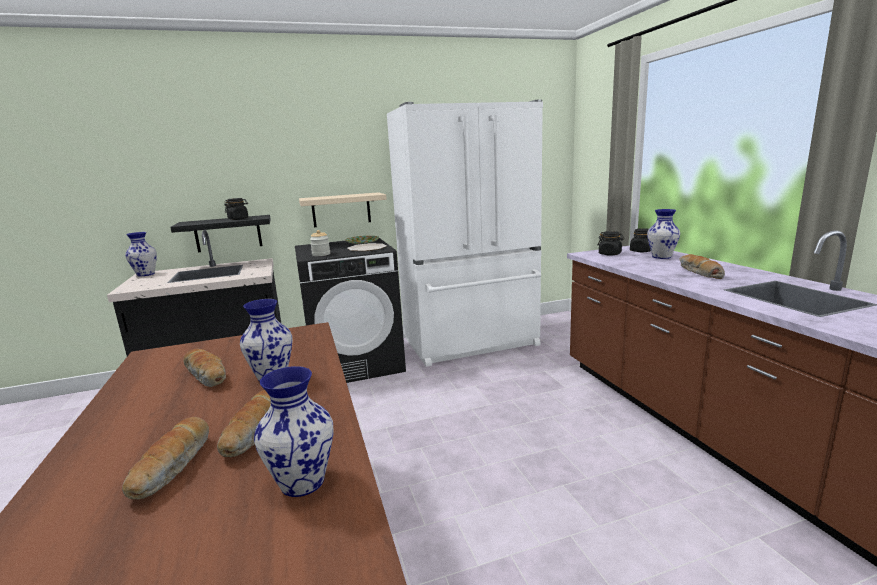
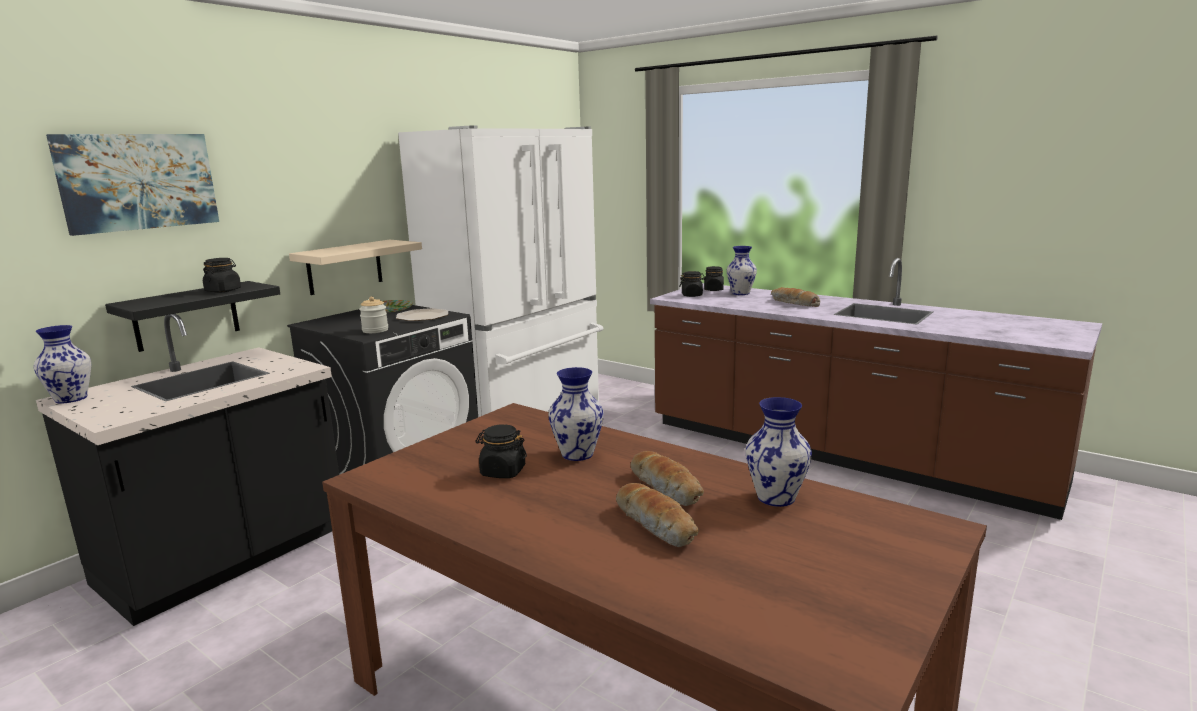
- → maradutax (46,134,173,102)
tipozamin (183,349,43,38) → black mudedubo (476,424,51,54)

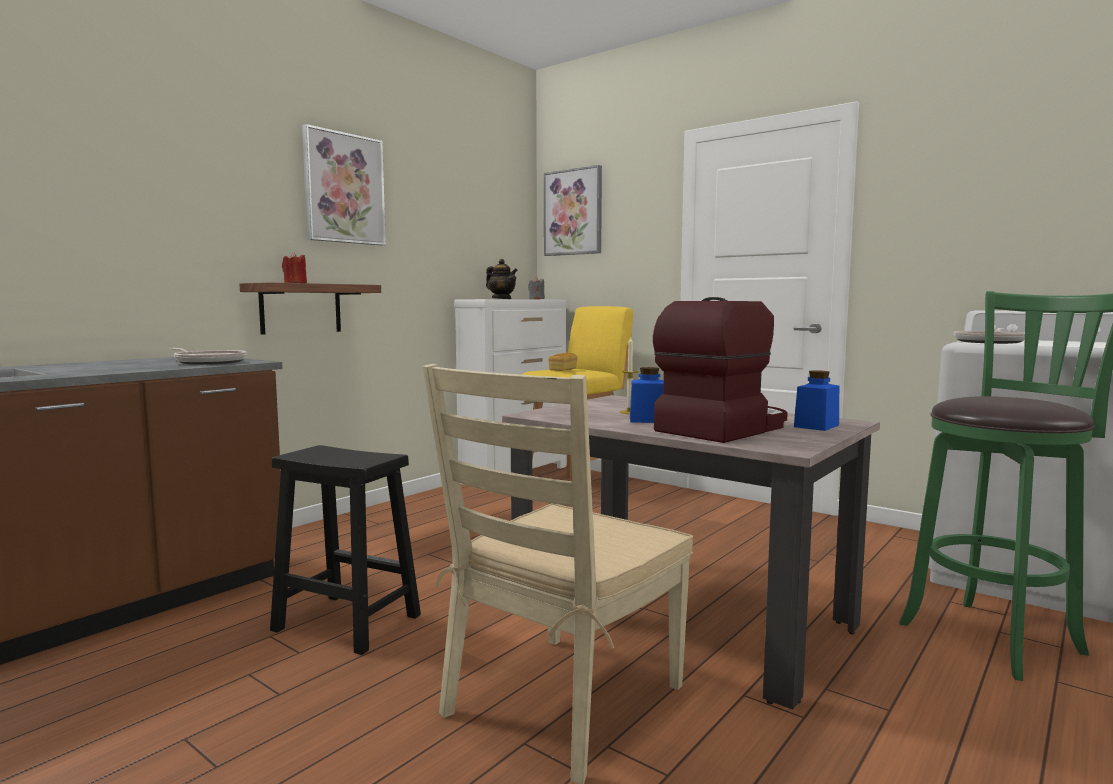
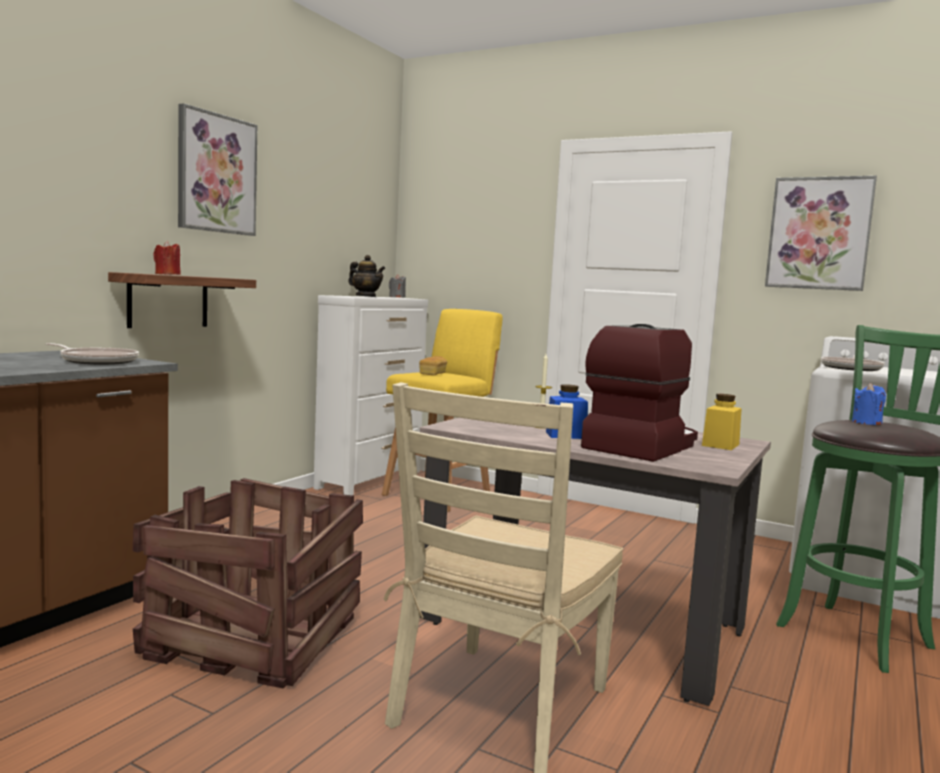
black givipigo (270,445,151,210) → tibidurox (132,478,231,210)
blue mudedubo (794,370,45,61) → yellow mudedubo (702,394,40,56)
maradutax (544,165,58,91) → maradutax (765,176,112,115), relocated
- → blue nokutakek (852,383,34,42)

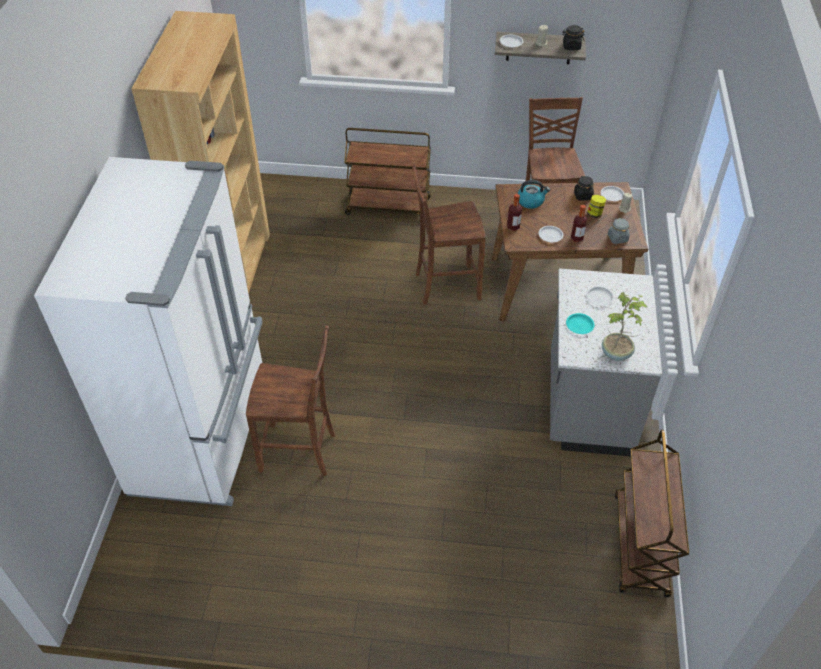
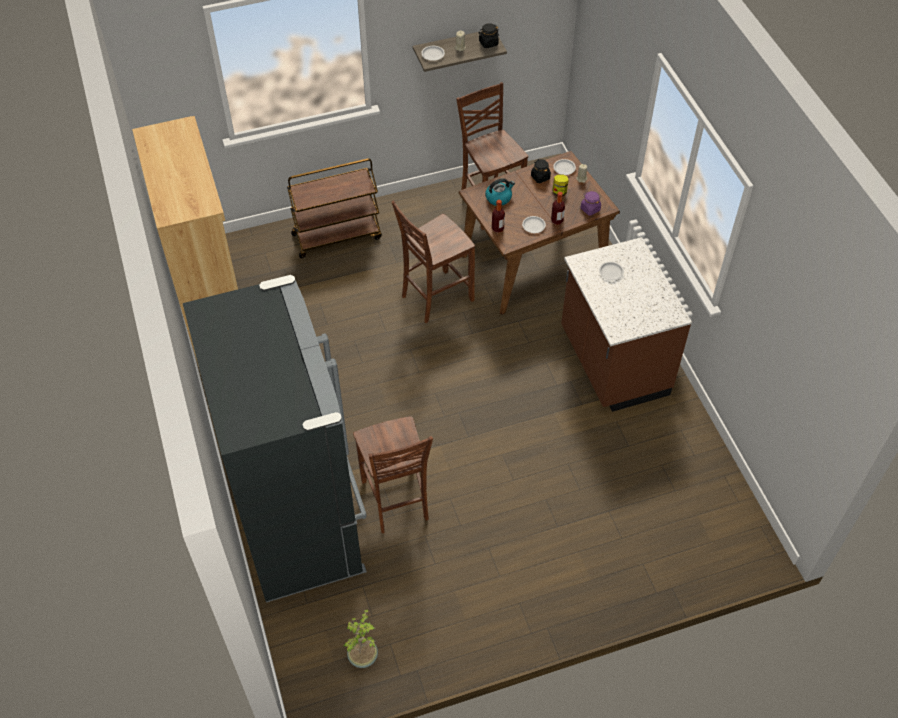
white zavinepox (34,157,229,349) → black zavinepox (183,275,184,328)
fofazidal (602,292,45,69) → fofazidal (344,609,34,59), relocated
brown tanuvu (246,326,89,150) → brown tanuvu (353,416,80,117), 90 degrees clockwise
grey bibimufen (550,268,112,188) → brown bibimufen (561,237,131,175)
grey mudedubo (608,218,22,26) → purple mudedubo (581,191,20,25)
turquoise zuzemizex (566,313,29,21) → -
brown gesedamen (615,430,74,167) → -

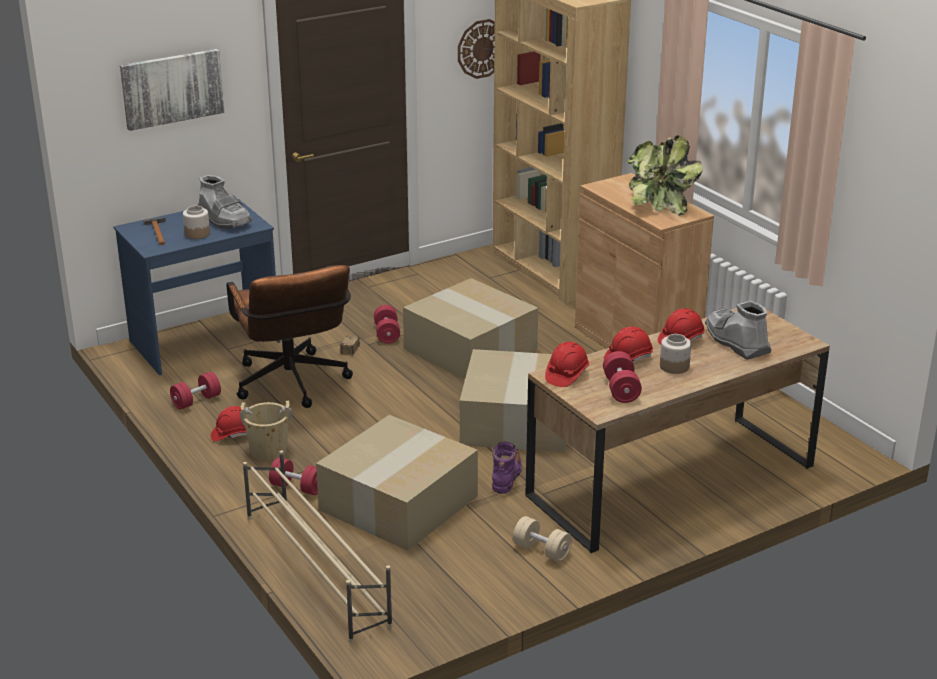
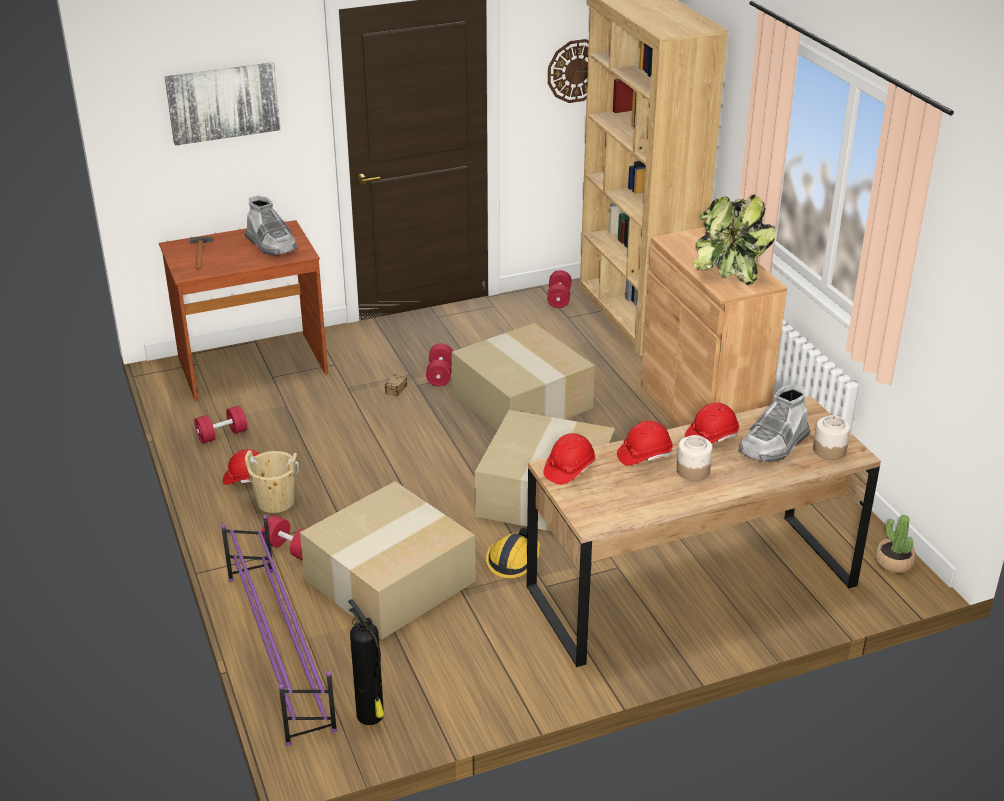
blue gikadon (113,199,167,176) → brown gikadon (159,220,169,181)
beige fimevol (243,450,150,193) → purple fimevol (221,515,116,231)
- → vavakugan (348,599,37,126)
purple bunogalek (492,442,30,52) → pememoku (486,528,54,50)
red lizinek (603,351,39,52) → red lizinek (547,270,25,38), relocated
grey bunogalek (705,301,66,59) → grey bunogalek (738,384,72,79), 120 degrees counterclockwise
mudedubo (183,206,27,33) → mudedubo (813,415,37,45), relocated
- → fofazidal (875,515,41,58)
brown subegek (226,265,127,143) → -
beige lizinek (513,516,59,46) → -

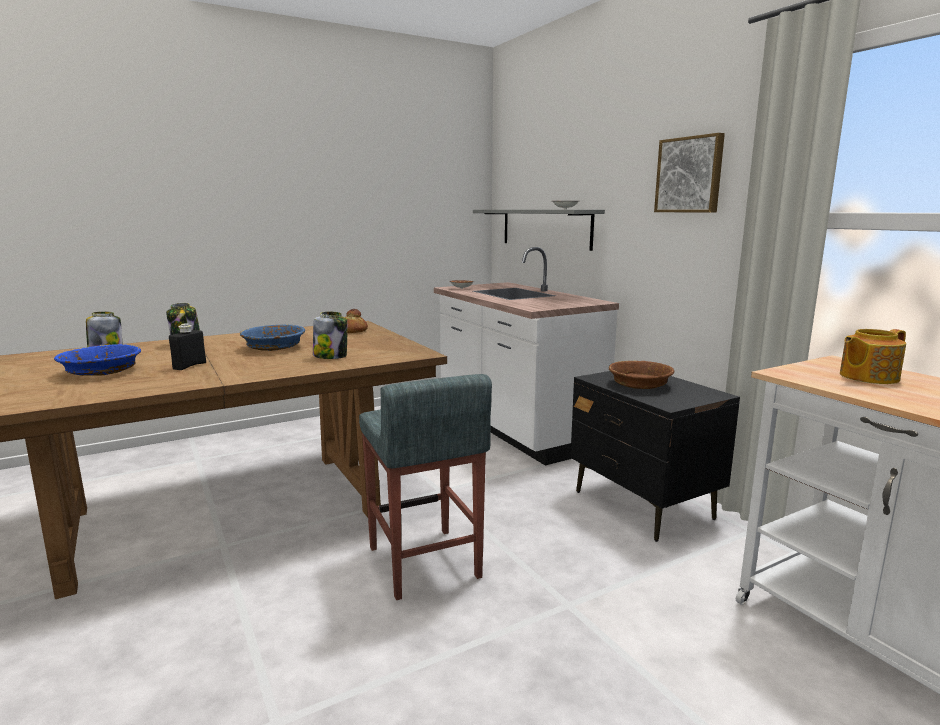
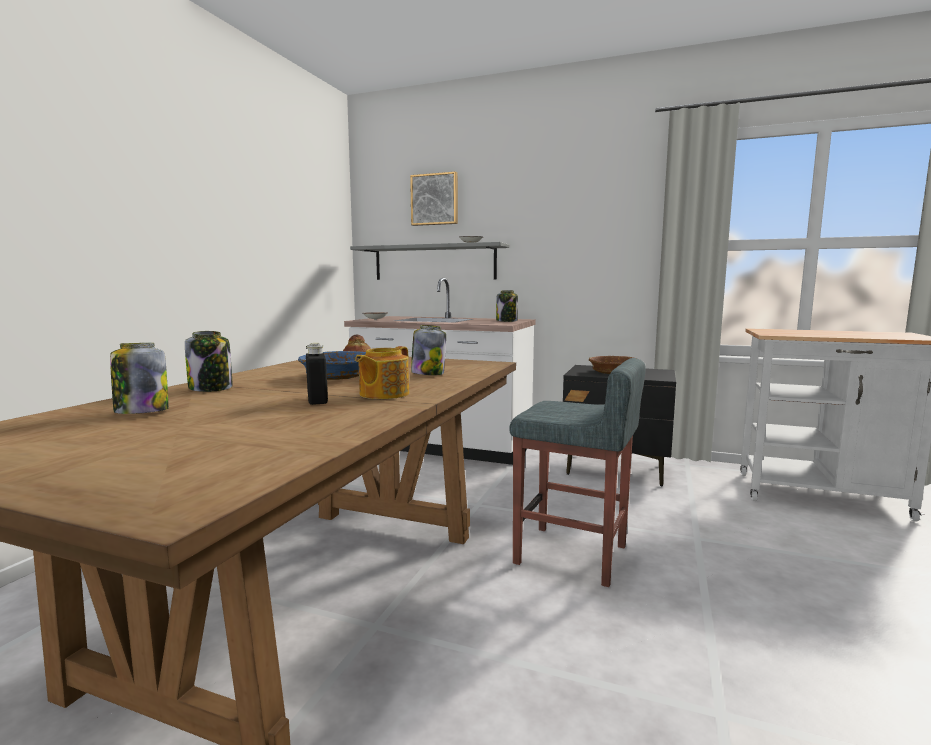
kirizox (840,329,66,55) → kirizox (355,346,54,53), relocated
maradutax (654,133,71,80) → maradutax (410,172,48,54), relocated
- → mudedubo (496,290,22,32)
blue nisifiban (54,344,87,32) → -

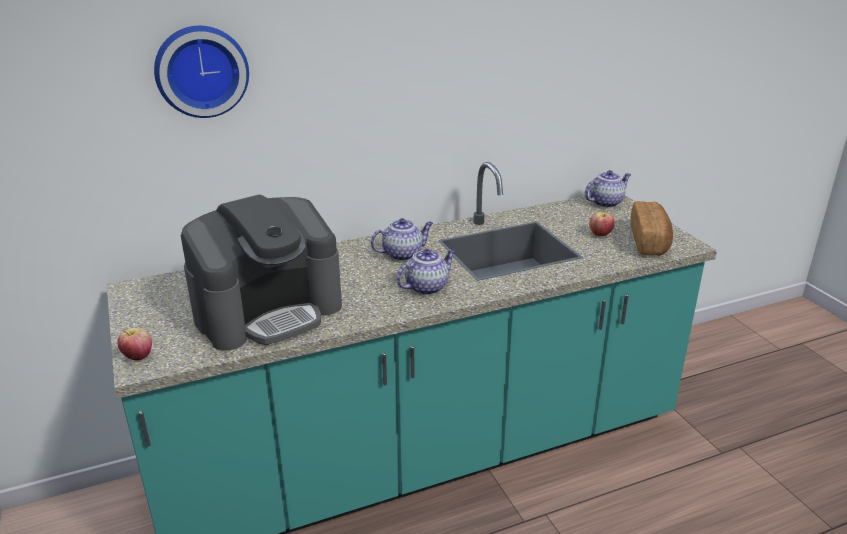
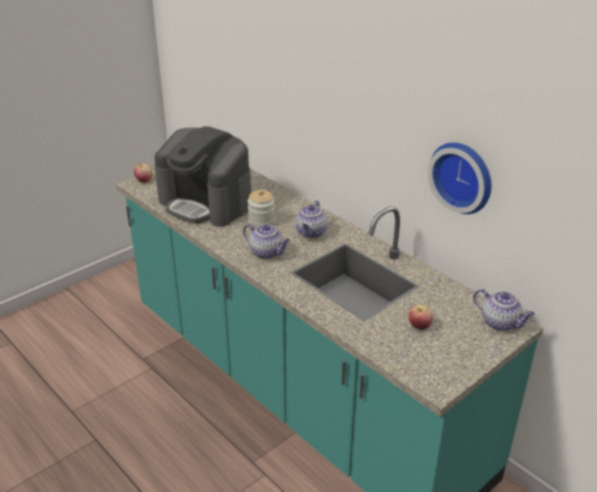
- → mudedubo (247,189,28,39)
kirizox (371,218,62,43) → kirizox (295,200,33,38), 60 degrees clockwise
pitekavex (154,26,95,92) → pitekavex (428,143,63,71), relocated
tipozamin (630,201,43,55) → -

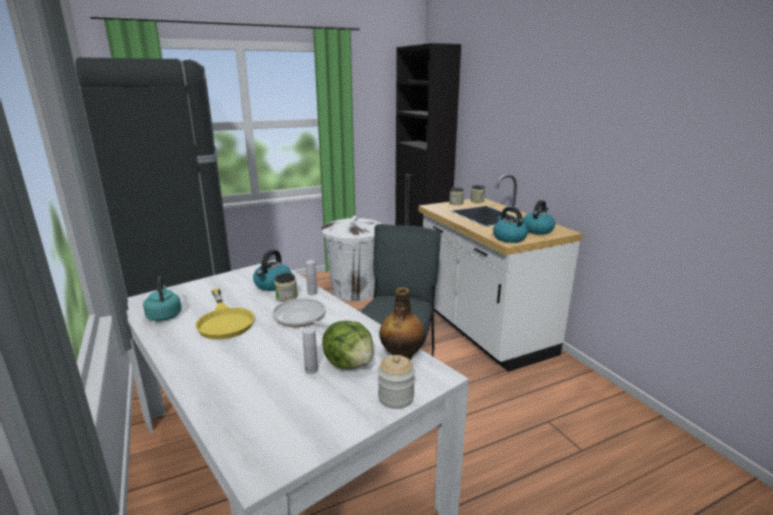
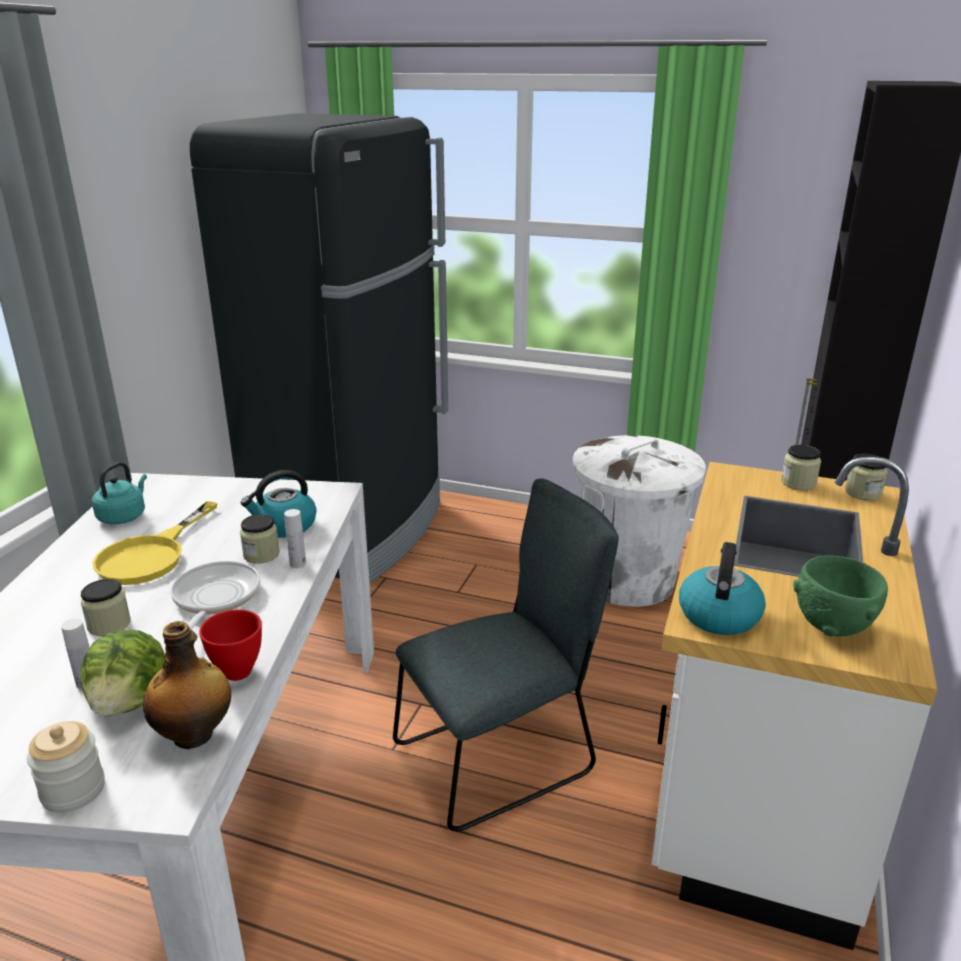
- → mudedubo (81,579,50,57)
- → red nisifiban (199,609,63,72)
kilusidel (523,200,32,34) → green nisifiban (793,555,95,82)

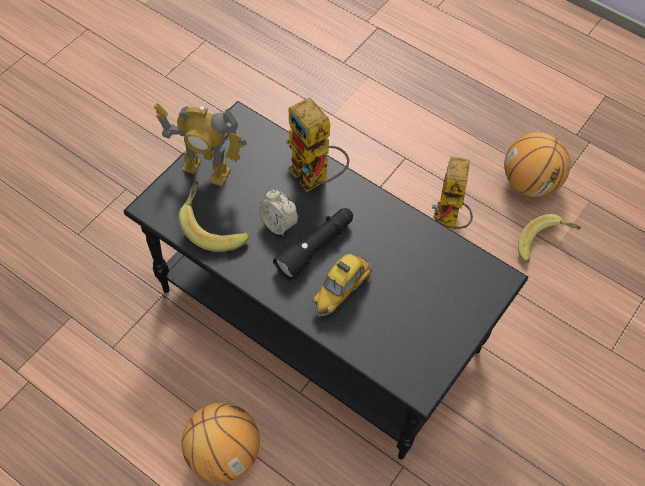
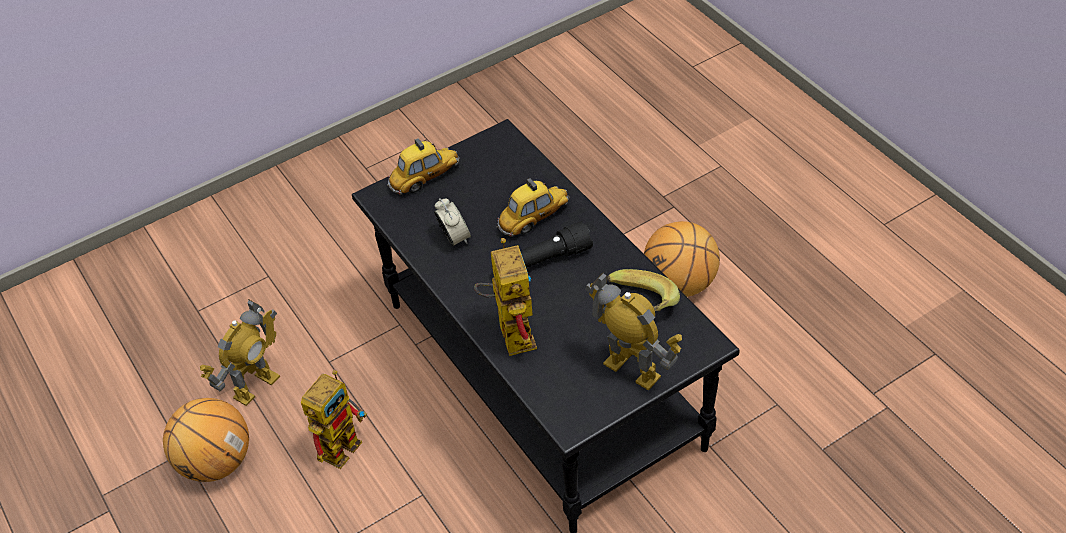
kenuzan (518,214,63,49) → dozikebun (200,299,80,107)
- → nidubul (387,134,73,60)
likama (258,189,40,47) → likama (434,198,37,48), relocated

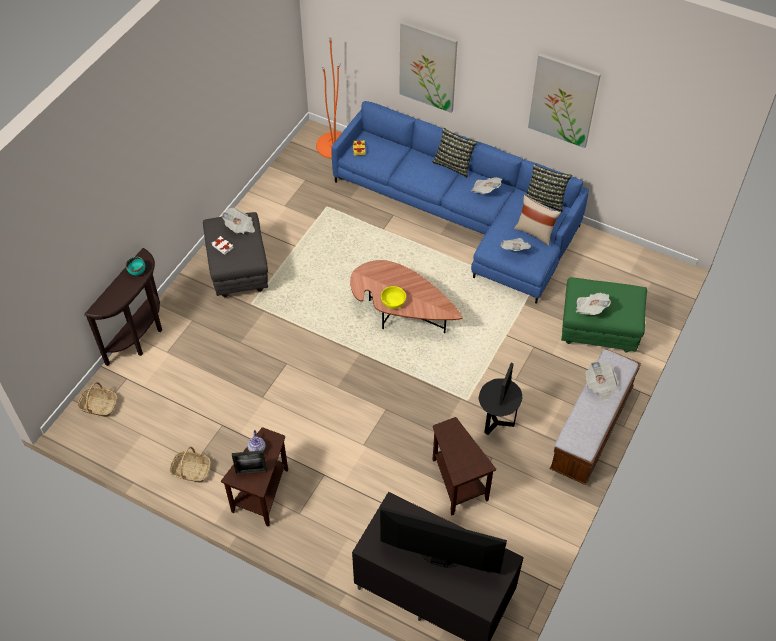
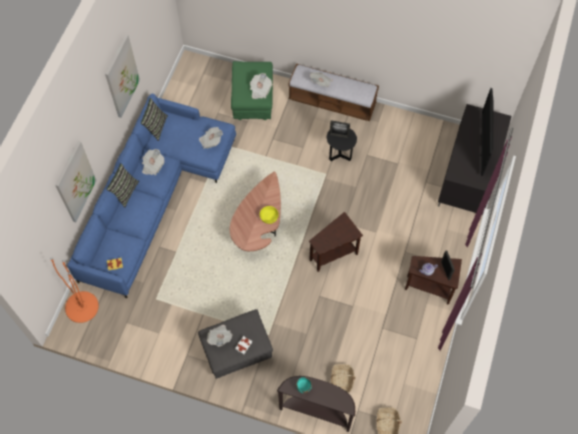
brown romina (433,417,63,98) → brown romina (309,212,54,60), relocated
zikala (169,447,42,36) → zikala (331,364,25,29), relocated
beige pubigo (514,195,47,51) → -

